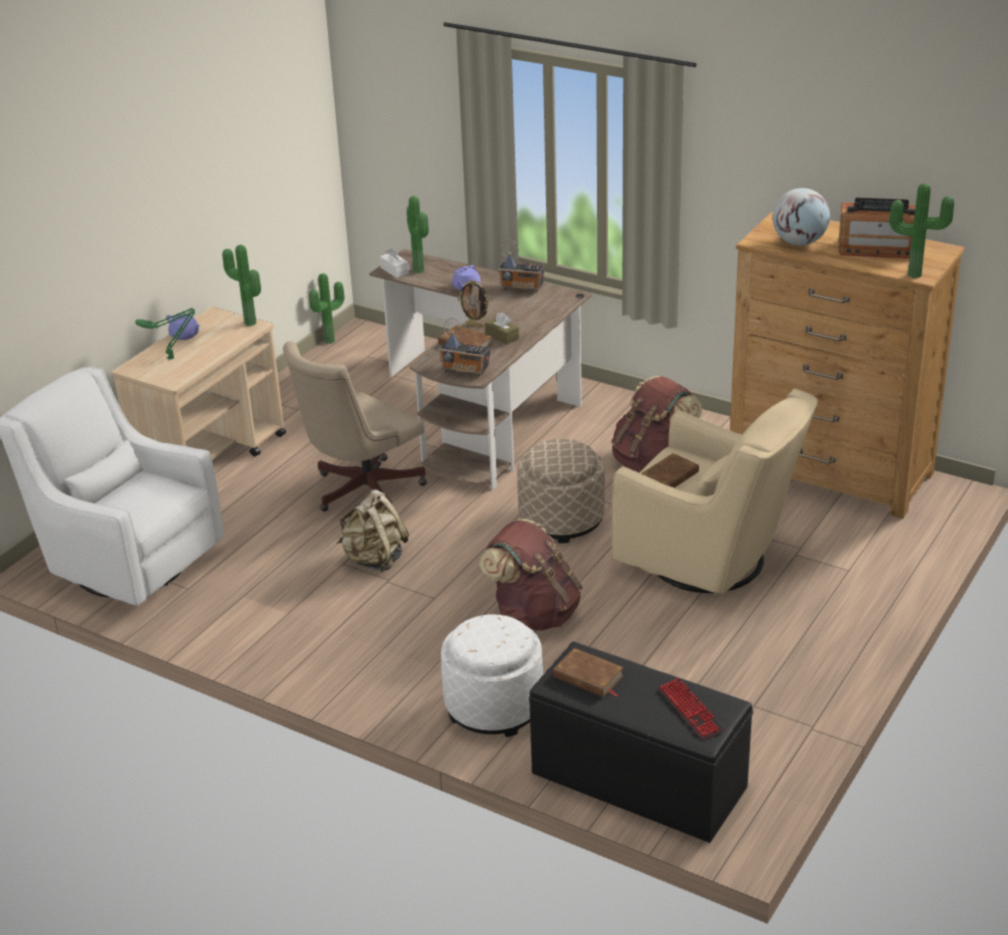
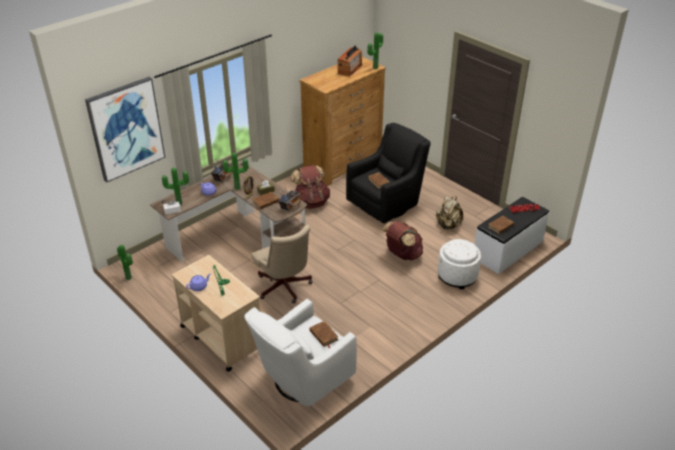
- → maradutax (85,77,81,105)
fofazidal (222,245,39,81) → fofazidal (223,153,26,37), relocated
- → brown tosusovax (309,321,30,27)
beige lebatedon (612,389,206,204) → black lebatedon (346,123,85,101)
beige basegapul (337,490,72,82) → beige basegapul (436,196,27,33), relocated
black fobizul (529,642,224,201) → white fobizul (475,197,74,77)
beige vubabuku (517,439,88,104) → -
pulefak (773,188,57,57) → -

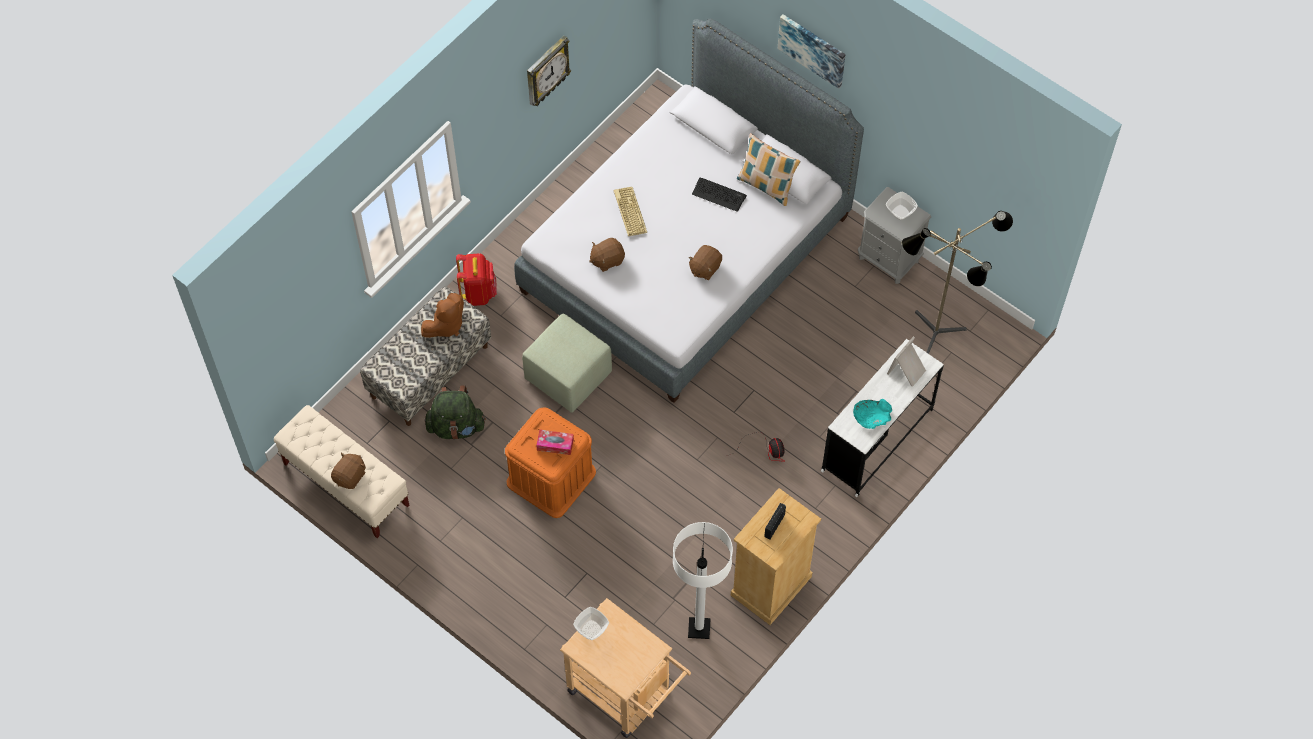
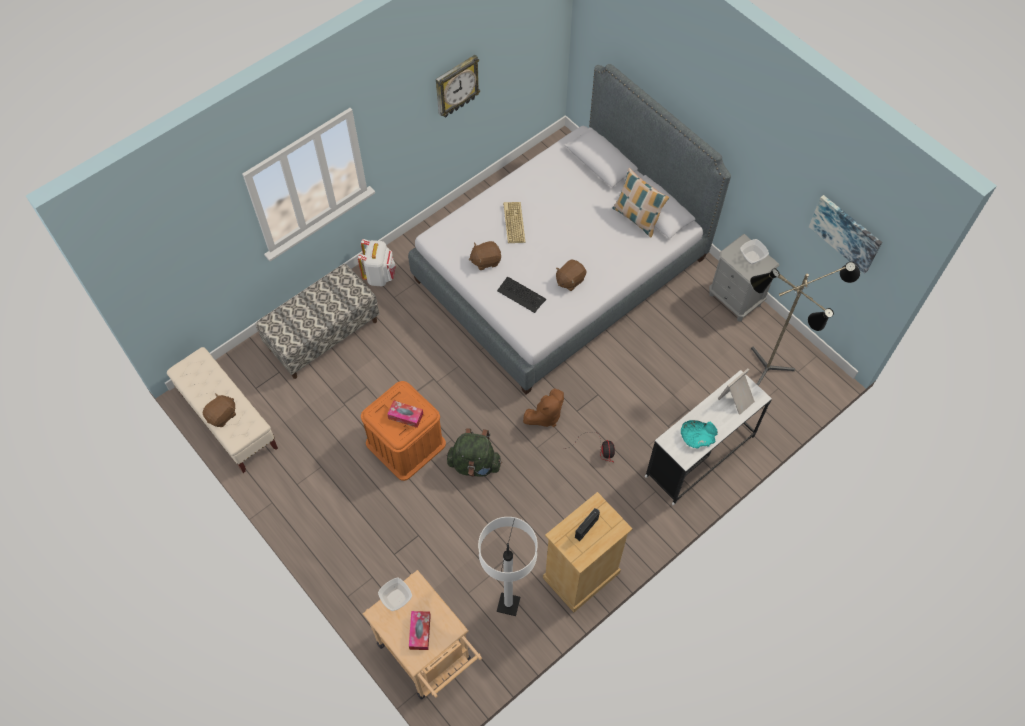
red basegapul (456,253,41,53) → white basegapul (358,239,38,47)
- → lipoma (409,611,22,39)
green basegapul (424,385,62,54) → green basegapul (447,428,55,49), relocated
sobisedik (692,177,55,35) → sobisedik (497,277,49,36), relocated
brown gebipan (421,293,43,45) → brown gebipan (523,389,41,38), relocated
maradutax (778,14,68,75) → maradutax (809,195,73,79), relocated
green vubabuku (522,314,90,99) → -

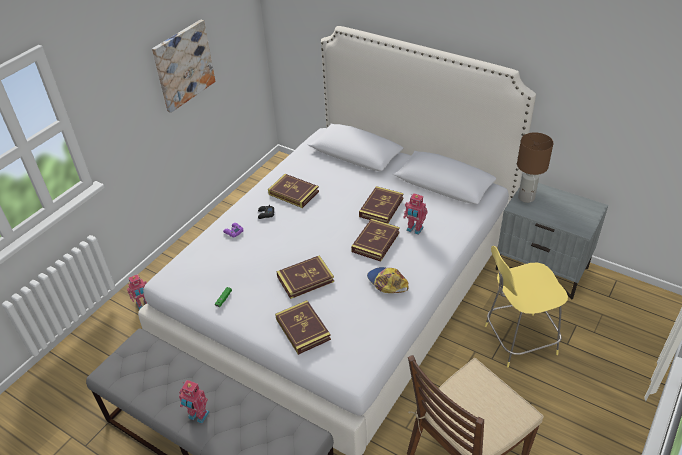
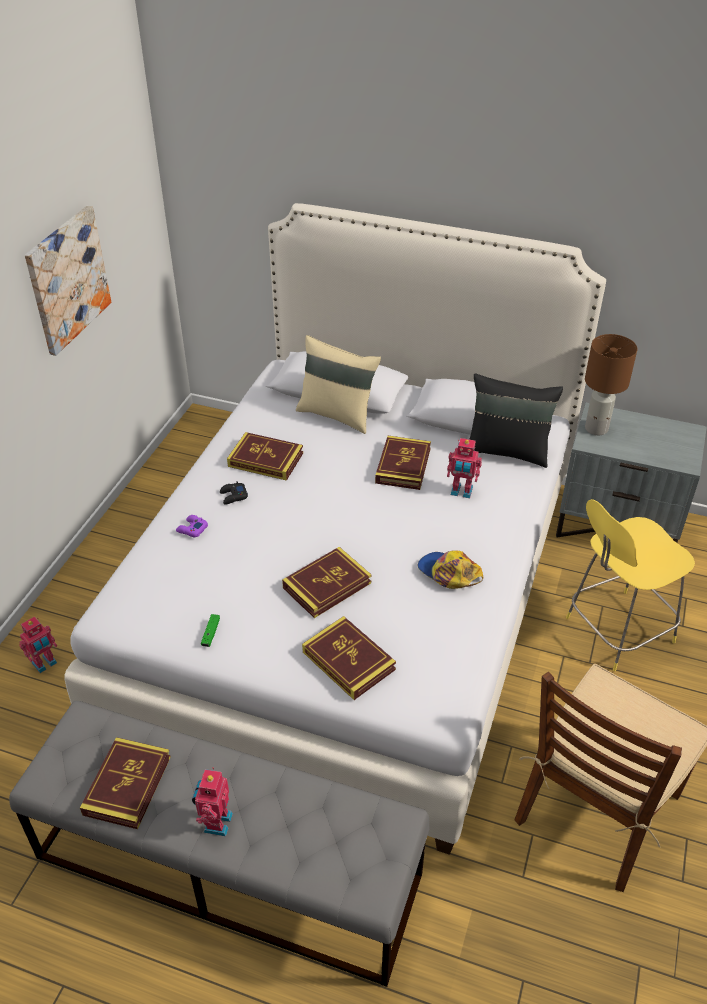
tosusovax (351,219,49,43) → tosusovax (80,737,91,92), relocated
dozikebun (179,380,30,44) → dozikebun (192,767,41,69), 90 degrees clockwise
- → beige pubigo (296,335,85,99)
- → black pubigo (469,373,94,95)

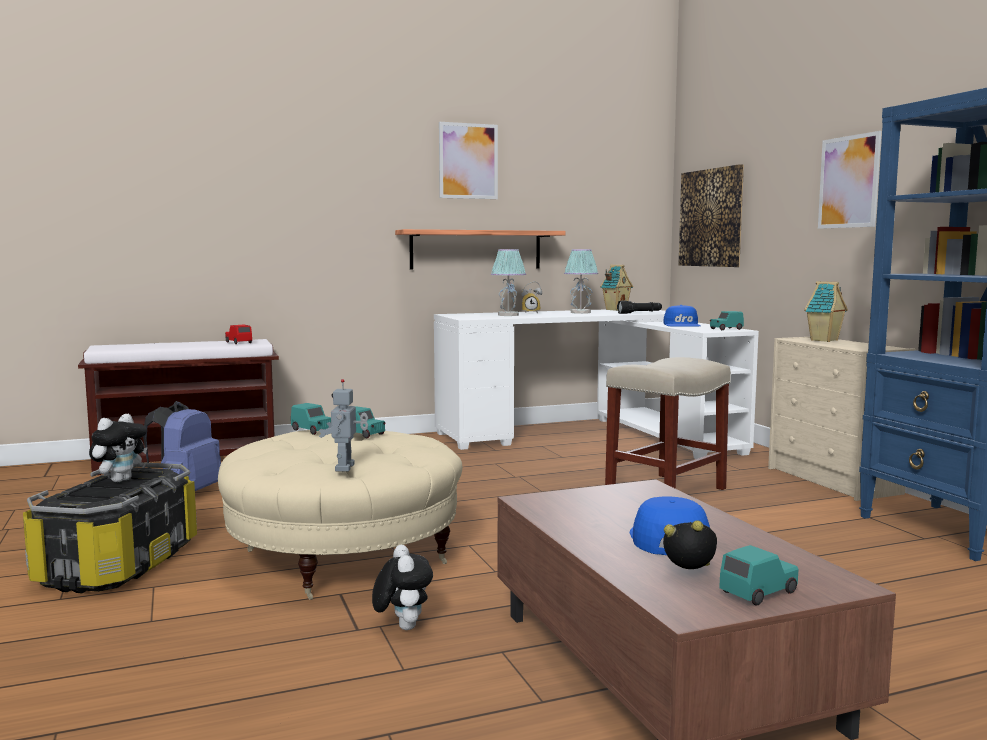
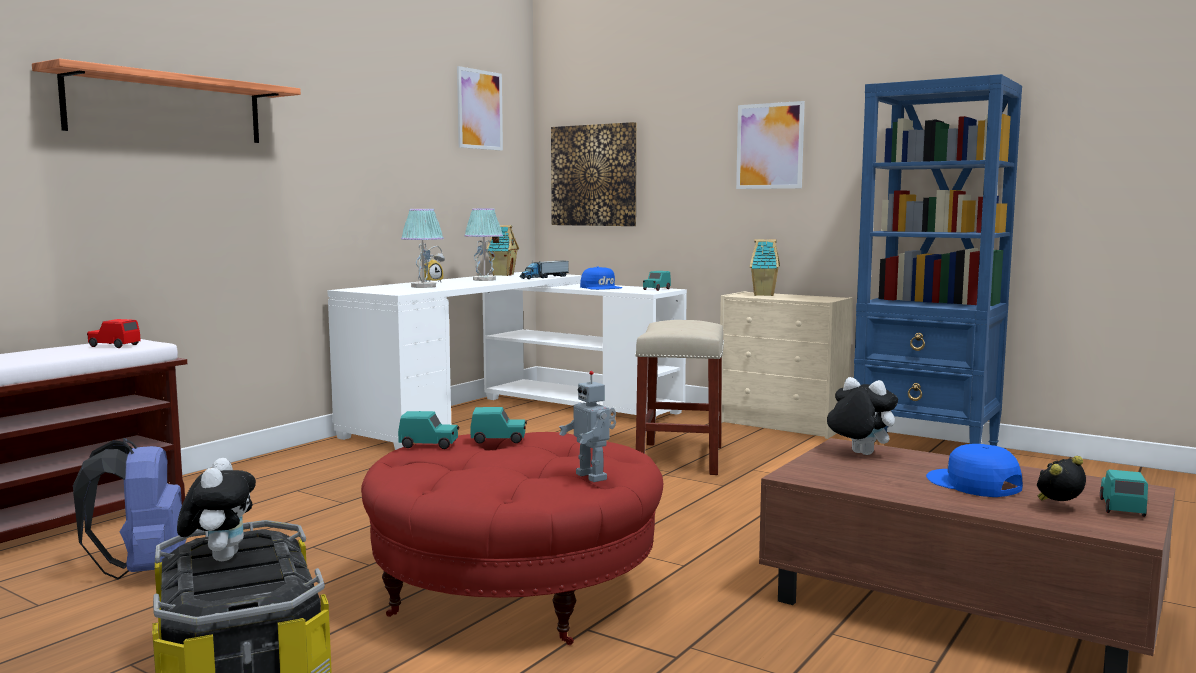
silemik (395,229,170,41) → silemik (32,58,269,85), relocated
beige vubabuku (218,430,244,170) → red vubabuku (361,432,302,213)
maradutax (439,122,59,77) → maradutax (457,66,46,85), relocated
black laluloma (617,301,45,13) → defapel (520,261,49,18)
gebipan (372,545,61,85) → gebipan (827,377,71,78), relocated

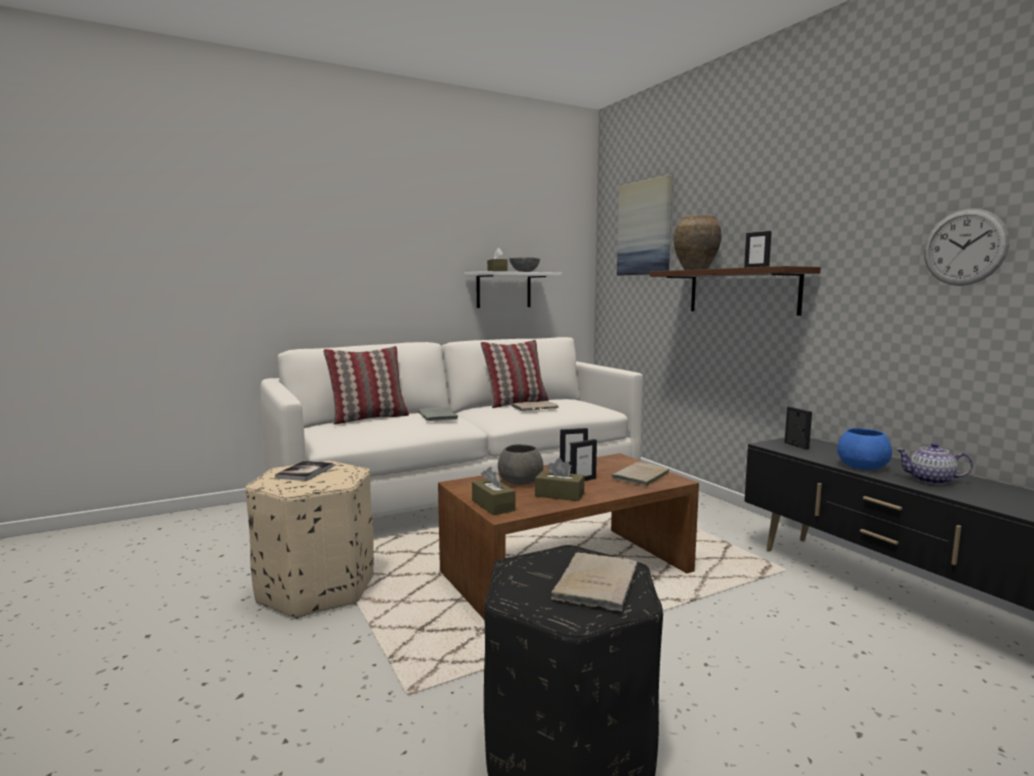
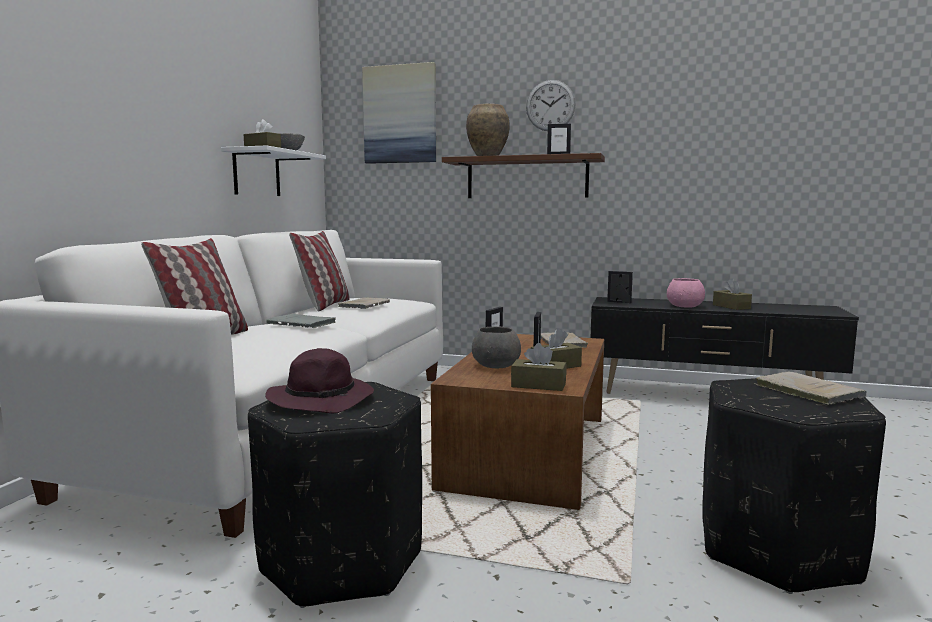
beige vubabuku (245,461,129,158) → black vubabuku (248,382,174,226)
tosusovax (275,461,58,20) → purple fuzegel (265,348,109,65)
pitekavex (924,209,85,77) → pitekavex (526,80,50,51), relocated
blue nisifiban (837,428,55,42) → pink nisifiban (667,278,38,30)
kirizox (896,443,77,42) → brown lipoma (713,278,39,32)

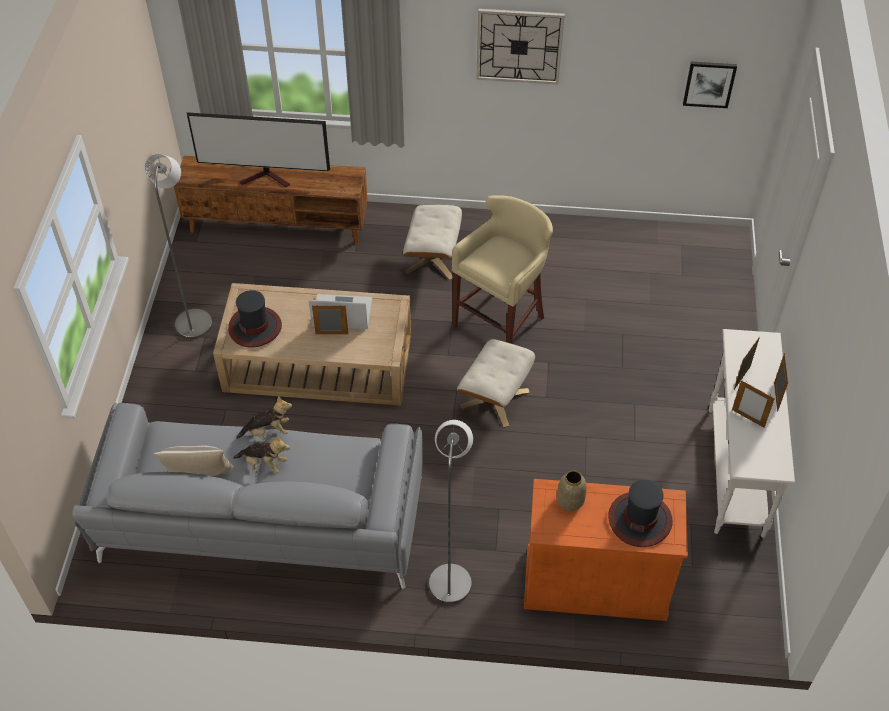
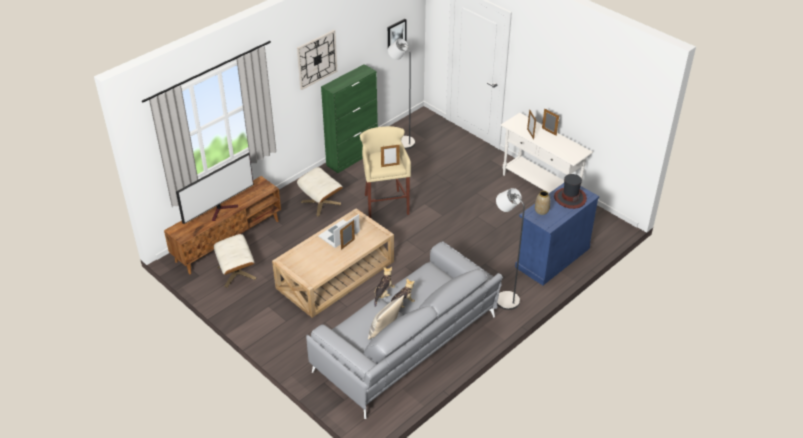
beige vubabuku (457,339,78,89) → beige vubabuku (214,234,43,53), relocated
- → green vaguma (321,64,57,109)
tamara (732,380,43,48) → tamara (381,144,19,23), relocated
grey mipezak (144,154,68,185) → grey mipezak (388,39,27,110), relocated
orange vaguma (524,479,164,142) → blue vaguma (515,183,84,102)
fuzegel (228,290,54,58) → -

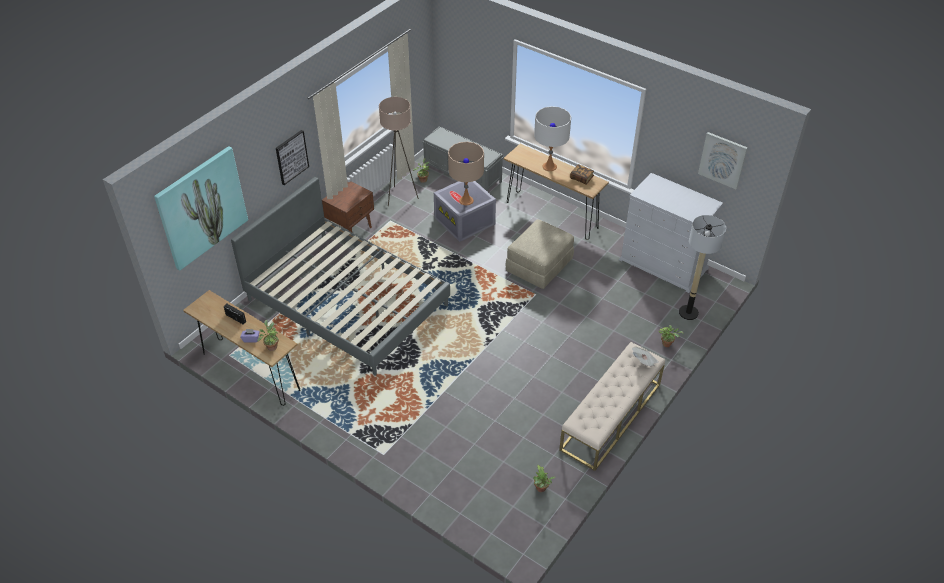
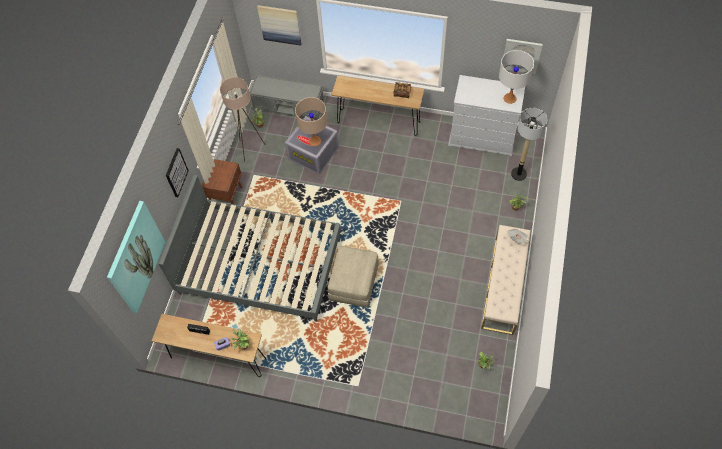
- → maradutax (257,5,45,41)
beige vubabuku (505,219,69,70) → beige vubabuku (328,246,51,61), relocated
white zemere (534,106,37,65) → white zemere (499,50,35,54), relocated

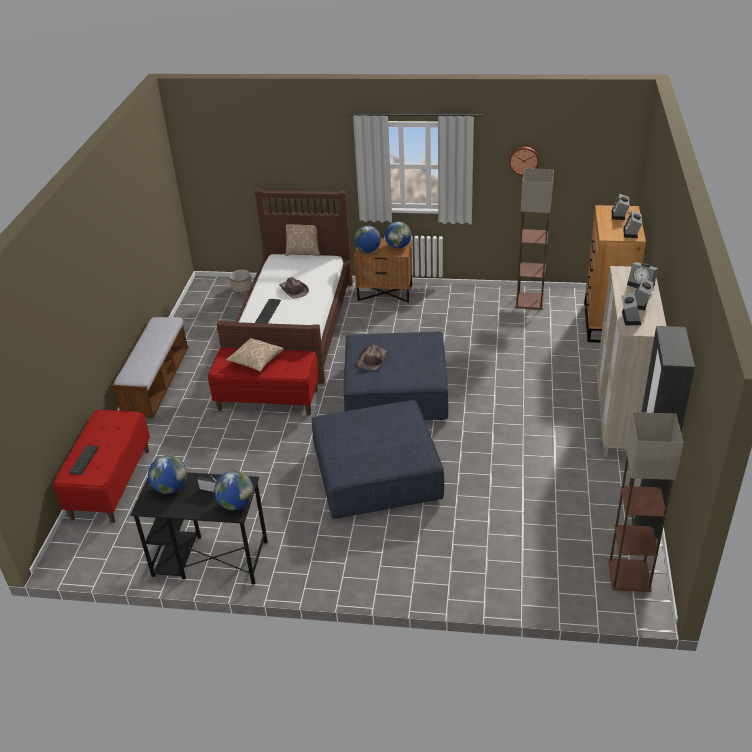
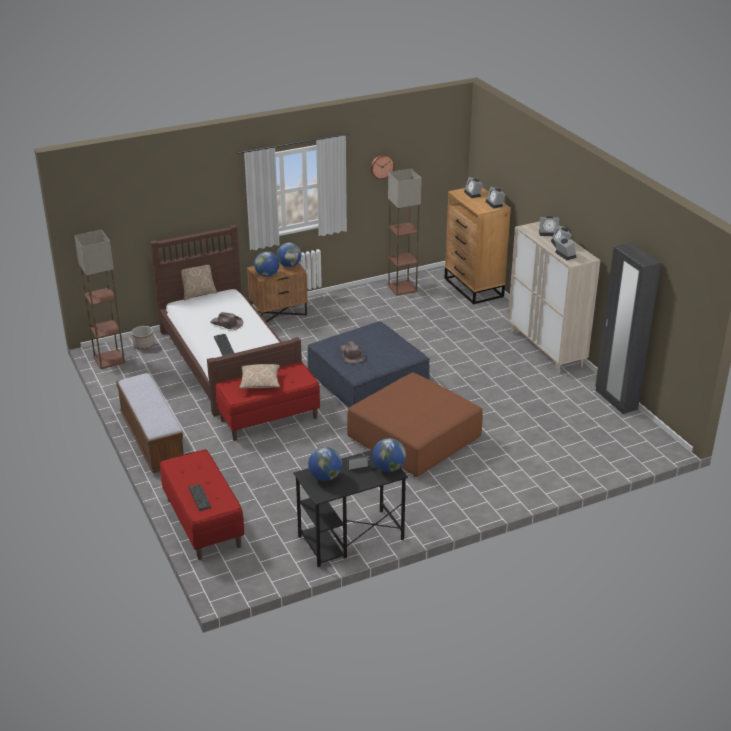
mipezak (608,412,76,180) → mipezak (74,230,52,139), relocated
blue vubabuku (312,400,132,119) → brown vubabuku (347,372,136,105)

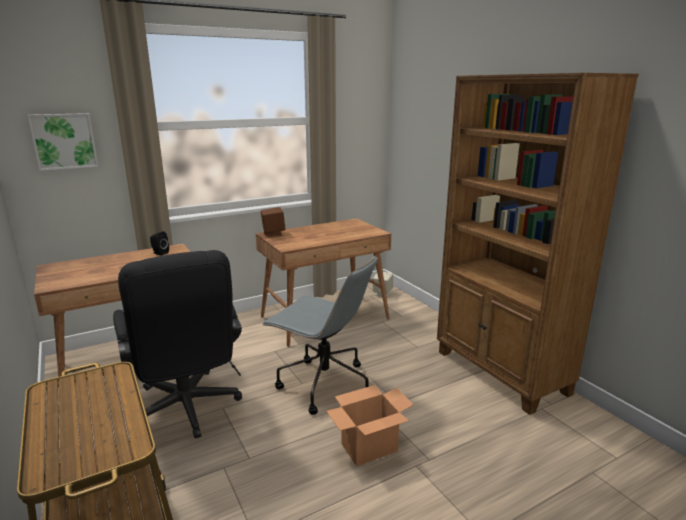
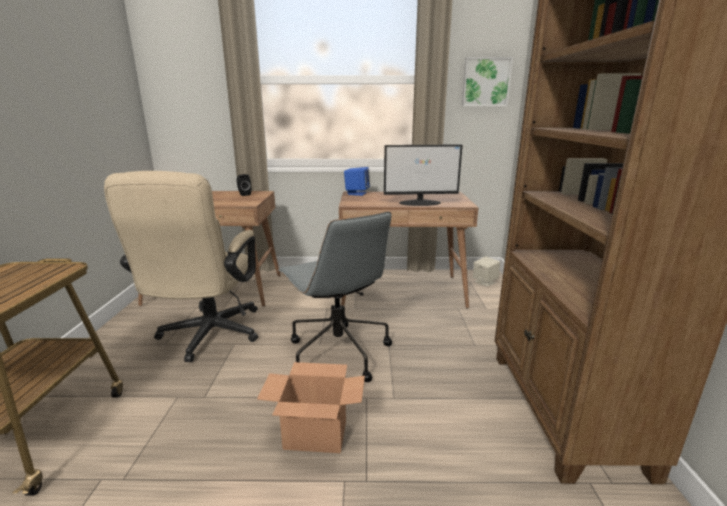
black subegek (113,250,129,188) → beige subegek (104,171,154,191)
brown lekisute (261,207,25,30) → blue lekisute (344,167,26,29)
- → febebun (384,144,79,62)
maradutax (28,113,70,58) → maradutax (462,57,51,49), relocated

